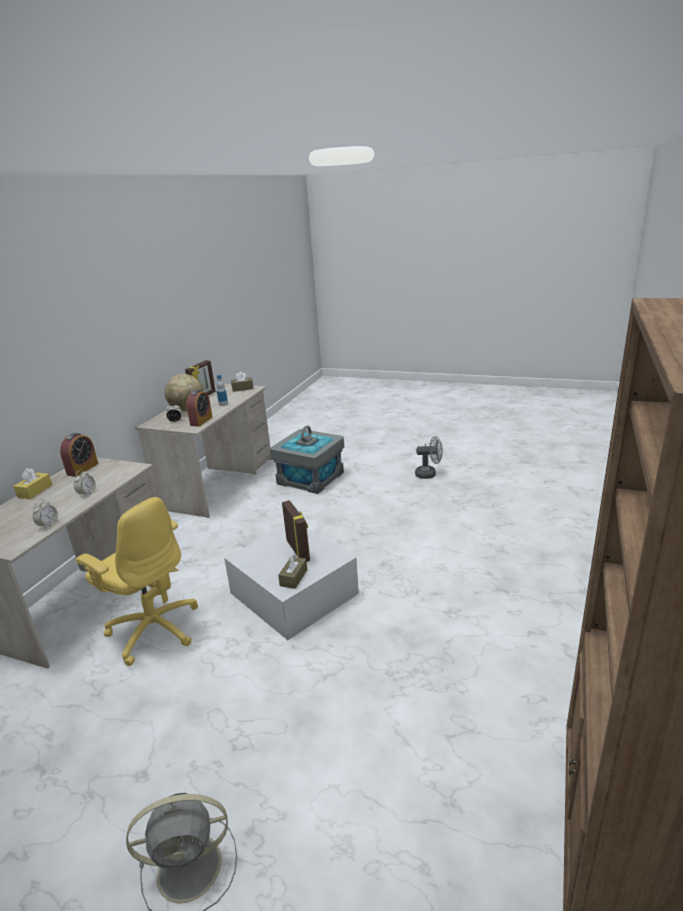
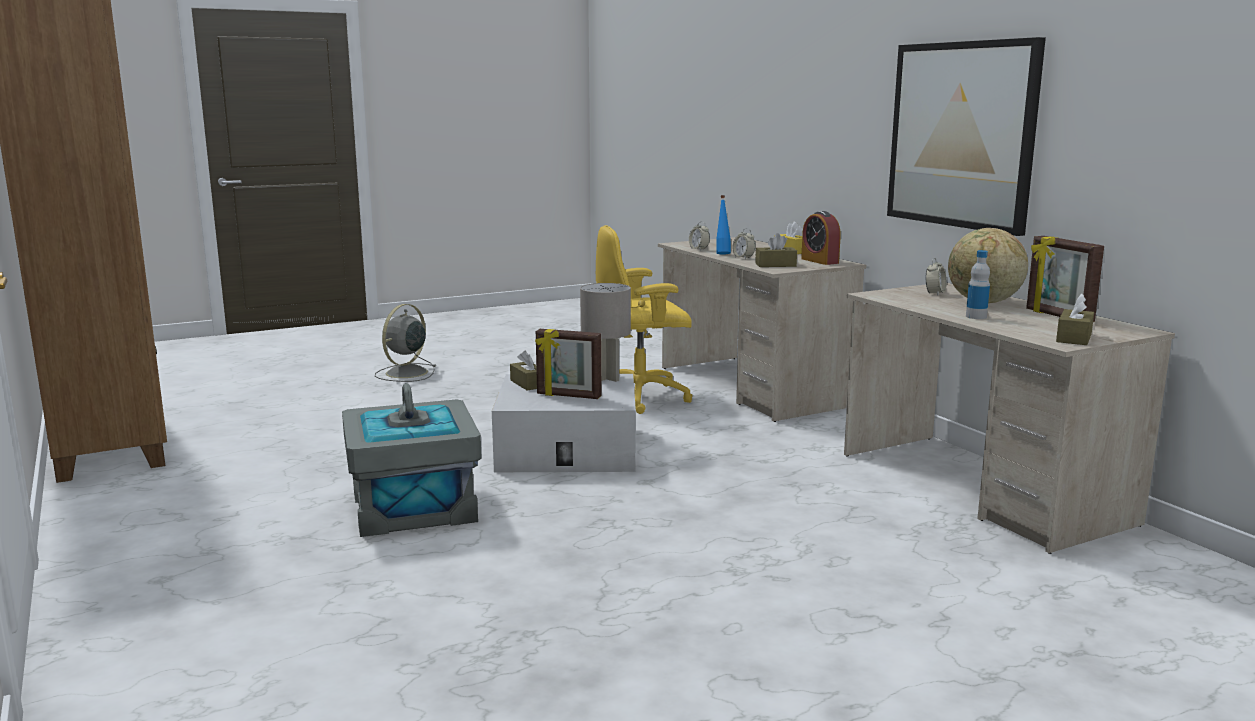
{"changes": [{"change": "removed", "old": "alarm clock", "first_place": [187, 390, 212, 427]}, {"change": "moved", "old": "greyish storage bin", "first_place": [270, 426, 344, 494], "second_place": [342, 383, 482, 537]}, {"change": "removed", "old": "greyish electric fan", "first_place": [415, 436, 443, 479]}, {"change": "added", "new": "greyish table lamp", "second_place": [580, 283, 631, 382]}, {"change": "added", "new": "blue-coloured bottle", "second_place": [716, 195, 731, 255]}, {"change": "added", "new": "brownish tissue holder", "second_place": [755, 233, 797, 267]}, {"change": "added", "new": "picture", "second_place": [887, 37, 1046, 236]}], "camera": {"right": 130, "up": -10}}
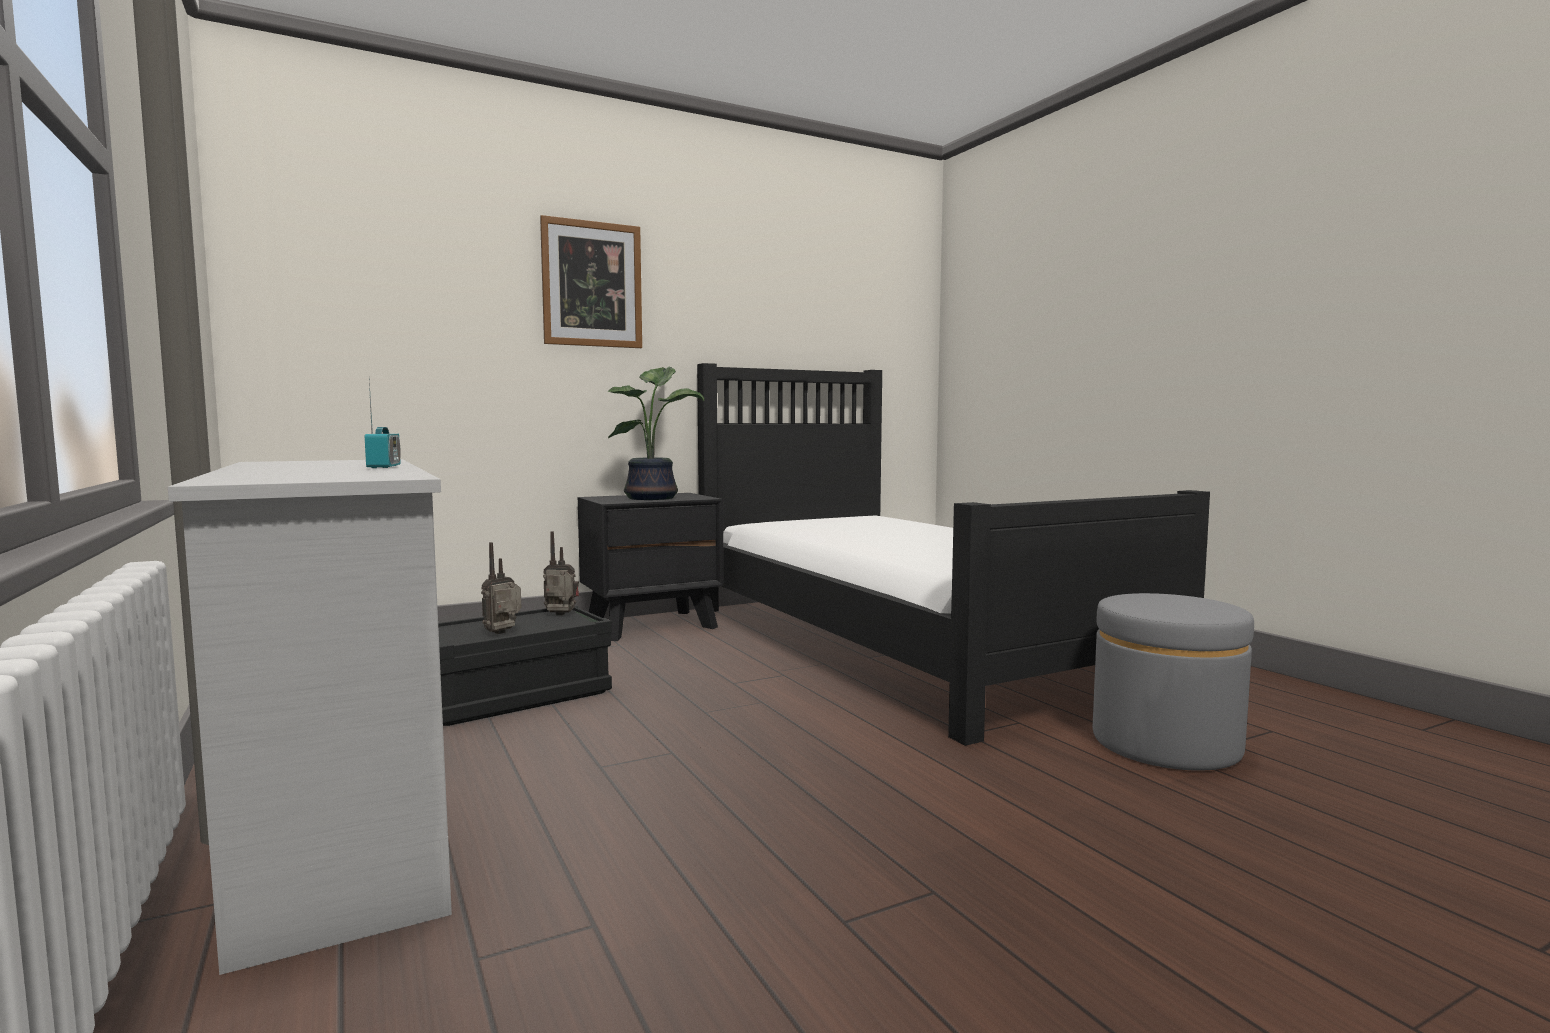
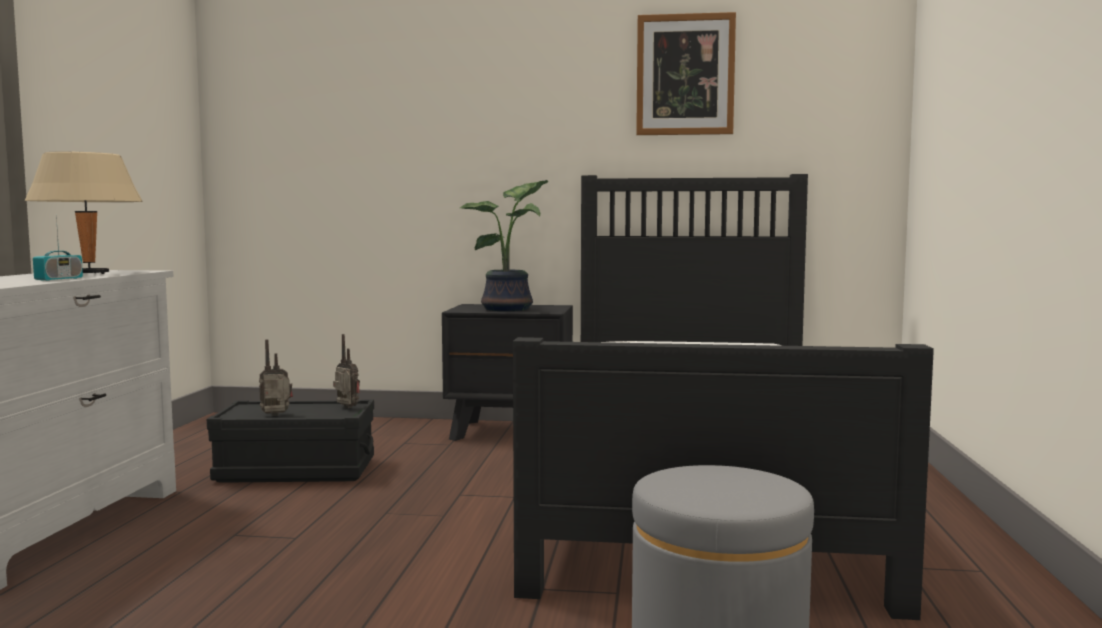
{"changes": [{"change": "moved", "old": "picture", "first_place": [540, 215, 642, 348], "second_place": [636, 12, 736, 135]}, {"change": "added", "new": "sand-coloured table lamp", "second_place": [24, 151, 143, 274]}], "camera": {"right": 35, "up": 0}}
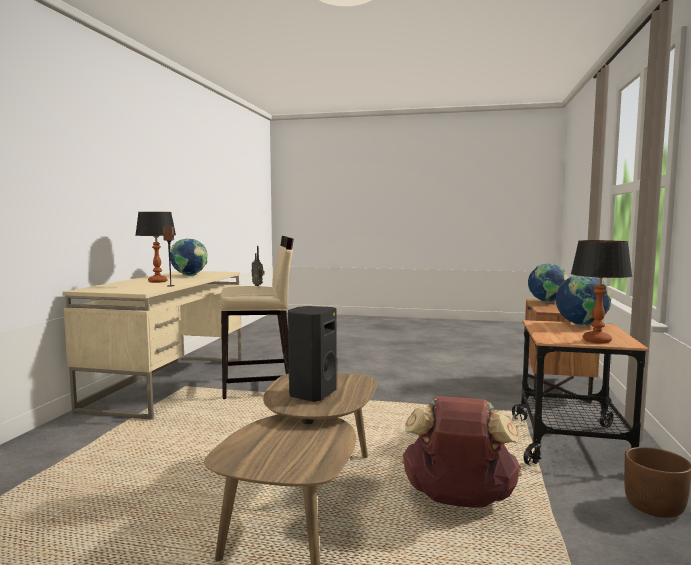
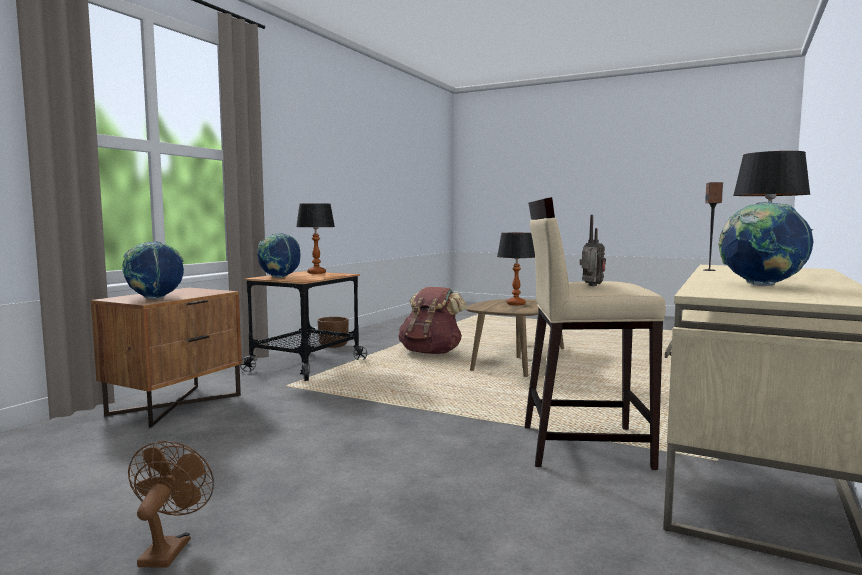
{"changes": [{"change": "replaced", "old": "black-coloured loudspeaker", "new": "table lamp", "first_place": [288, 306, 337, 402], "second_place": [497, 233, 535, 305]}, {"change": "added", "new": "brownish electric fan", "second_place": [128, 441, 214, 568]}], "camera": {"right": -165, "up": 0}}
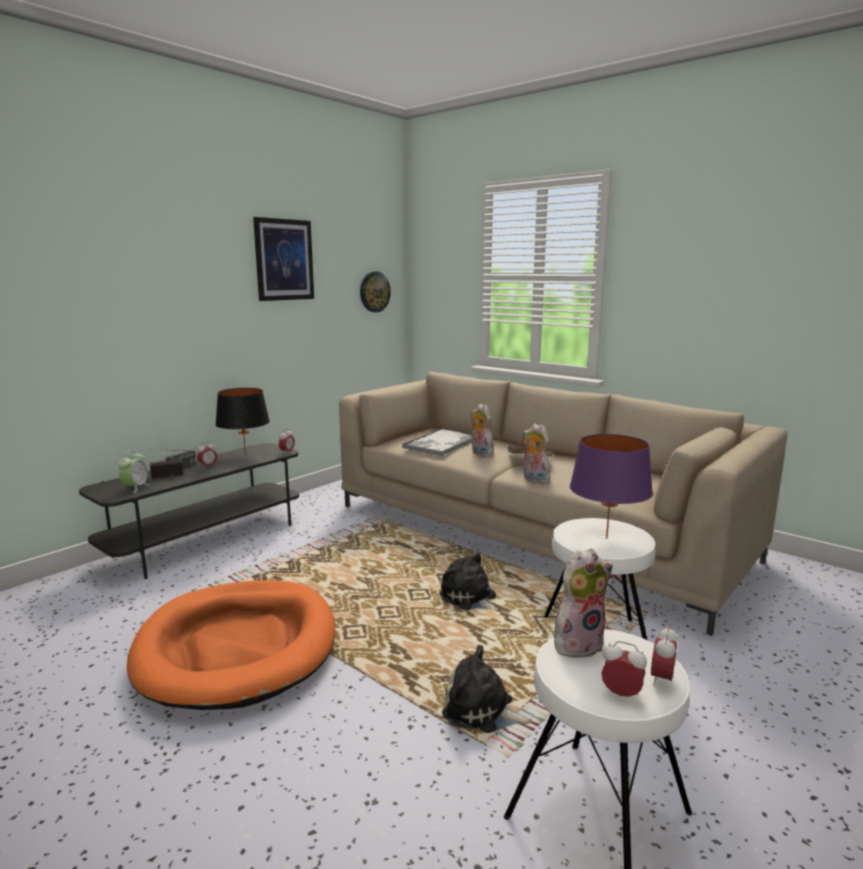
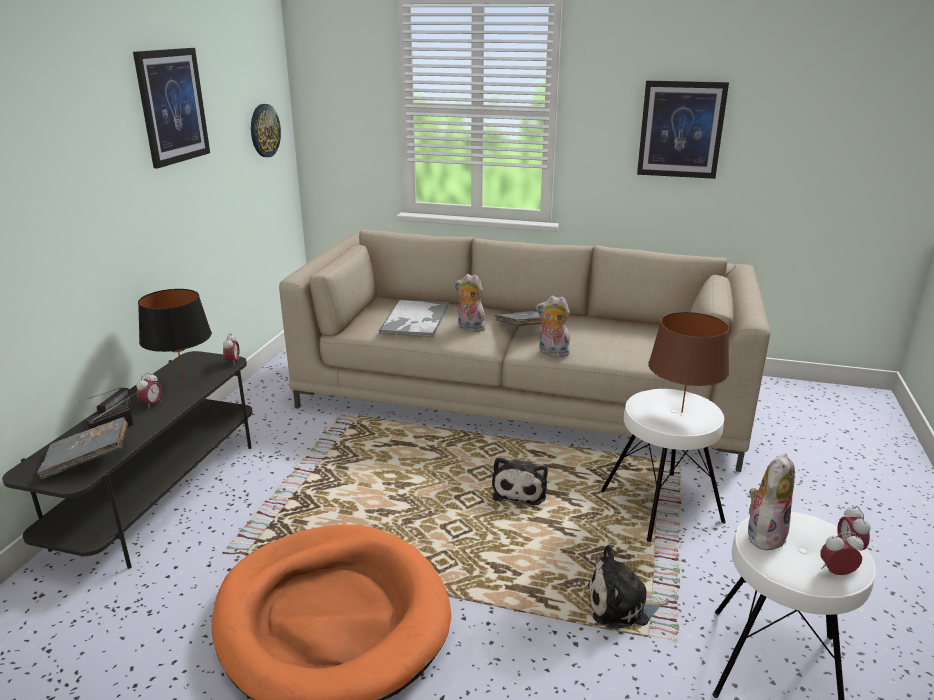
{"changes": [{"change": "replaced", "old": "alarm clock", "new": "greyish book", "first_place": [118, 451, 150, 493], "second_place": [37, 417, 128, 479]}, {"change": "turned", "old": "cuddly toy", "first_place": [439, 552, 498, 611], "second_place": [492, 457, 548, 506], "degrees": -105}, {"change": "recoloured", "old": "purple-coloured table lamp", "new": "brownish table lamp", "first_place": [570, 434, 653, 539], "second_place": [648, 312, 729, 413]}, {"change": "added", "new": "picture", "second_place": [637, 80, 729, 179]}], "camera": {"right": -25, "up": 10}}
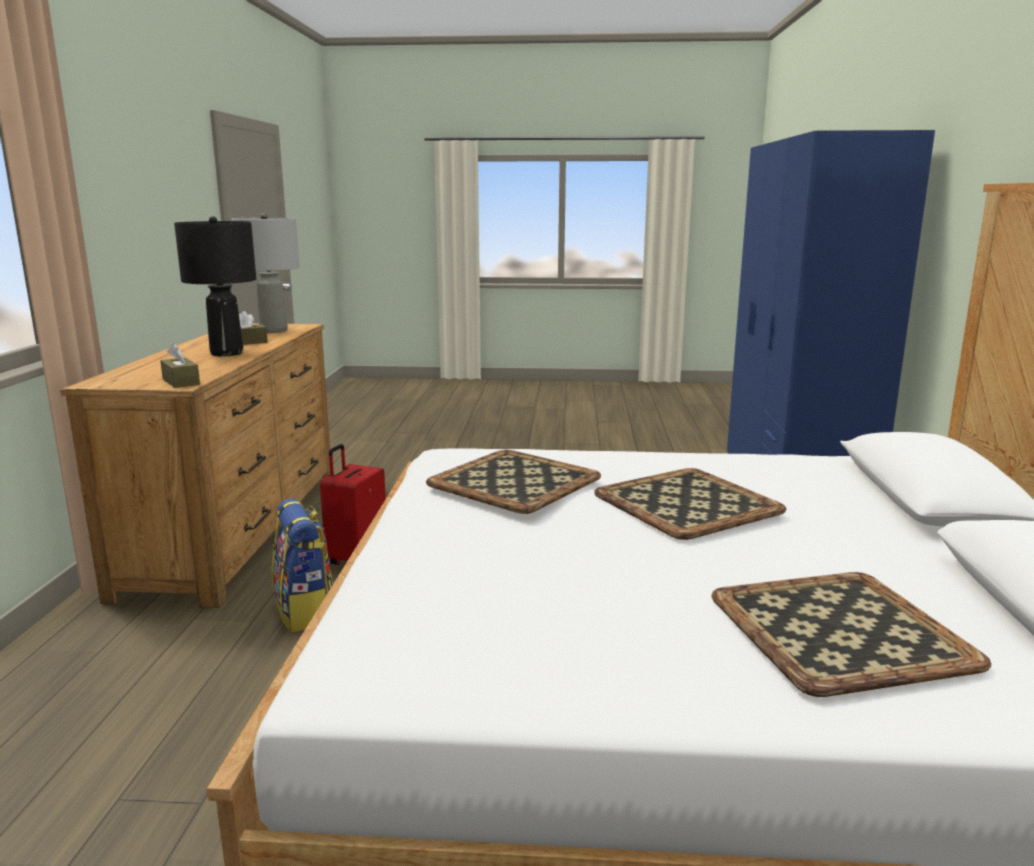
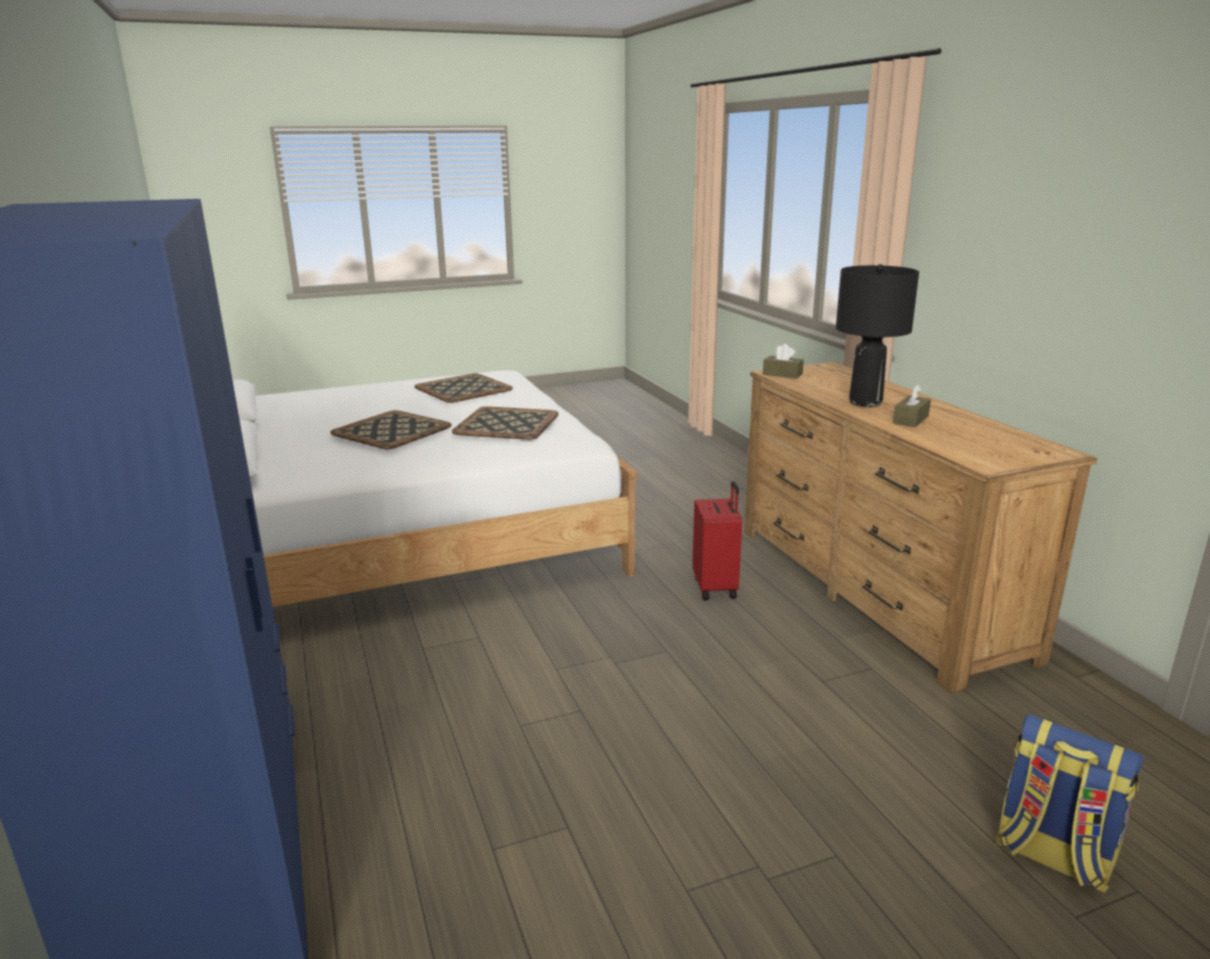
{"changes": [{"change": "removed", "old": "greyish table lamp", "first_place": [232, 213, 300, 333]}, {"change": "moved", "old": "knapsack", "first_place": [271, 498, 333, 632], "second_place": [995, 714, 1145, 893]}, {"change": "moved", "old": "carrying tray", "first_place": [711, 572, 991, 697], "second_place": [415, 373, 513, 403]}], "camera": {"right": 155, "up": 5}}
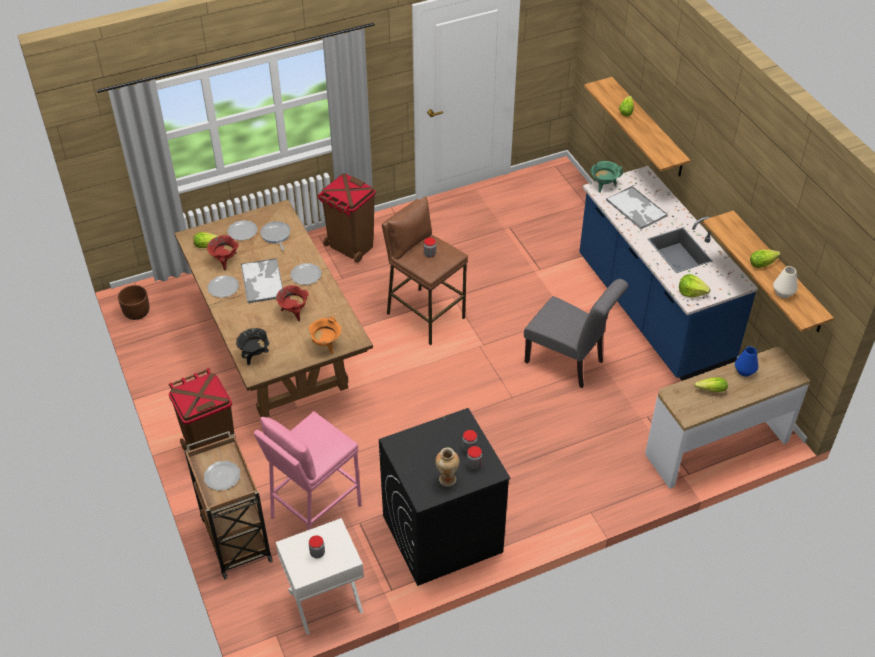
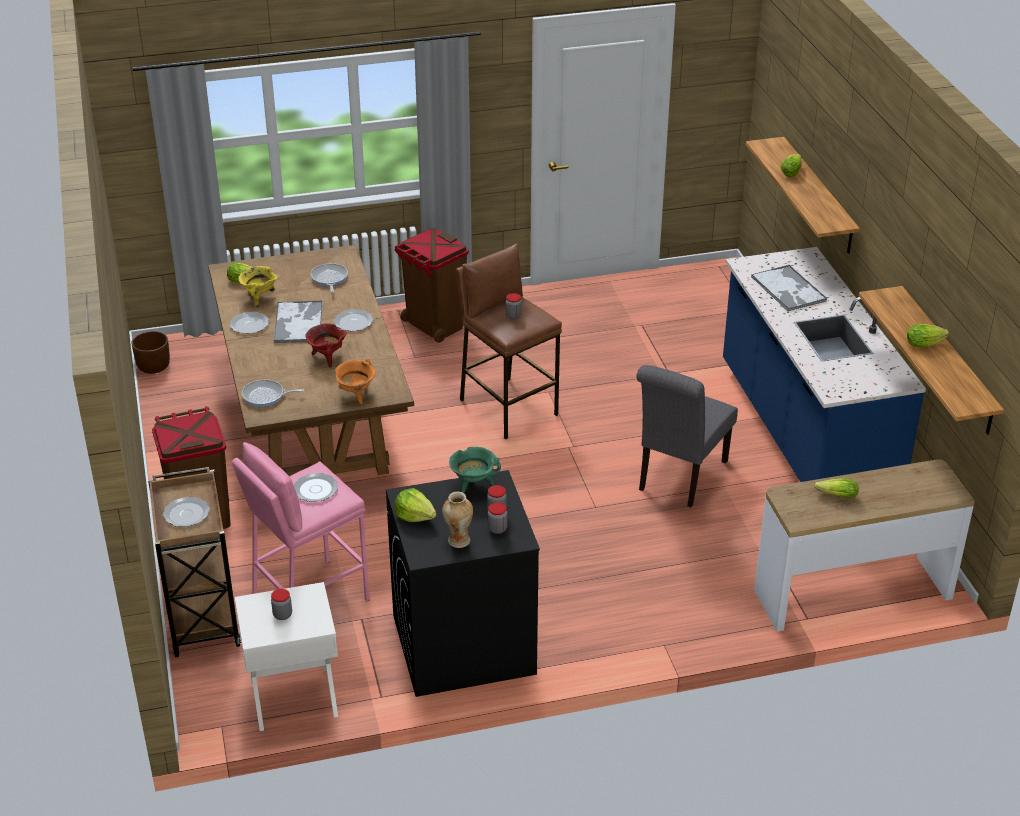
{"changes": [{"change": "recoloured", "old": "red-coloured cooking pot", "new": "yellow-coloured cooking pot", "first_place": [207, 235, 239, 270], "second_place": [238, 266, 278, 308]}, {"change": "moved", "old": "dinner plate", "first_place": [227, 220, 258, 241], "second_place": [294, 473, 338, 502]}, {"change": "replaced", "old": "black-coloured cooking pot", "new": "frying pan", "first_place": [236, 328, 269, 366], "second_place": [242, 379, 305, 407]}, {"change": "turned", "old": "greyish plain chair", "first_place": [524, 279, 628, 388], "second_place": [636, 365, 738, 507], "degrees": 75}, {"change": "moved", "old": "greenish cooking pot", "first_place": [590, 161, 623, 193], "second_place": [449, 447, 501, 493]}, {"change": "moved", "old": "lettuce head", "first_place": [679, 274, 710, 297], "second_place": [395, 488, 437, 522]}, {"change": "removed", "old": "blue-coloured flower vase", "first_place": [735, 346, 758, 377]}, {"change": "removed", "old": "white-coloured flower vase", "first_place": [773, 266, 798, 298]}], "camera": {"right": 10, "up": -10}}
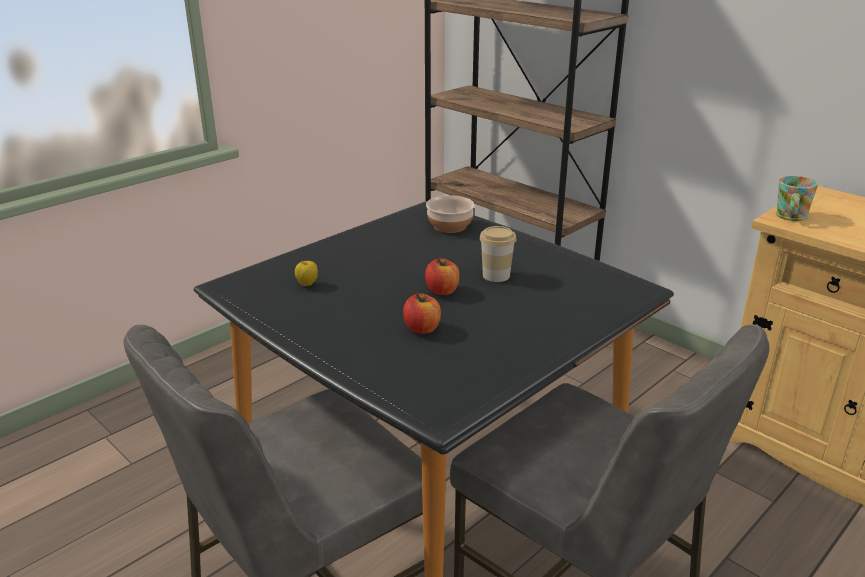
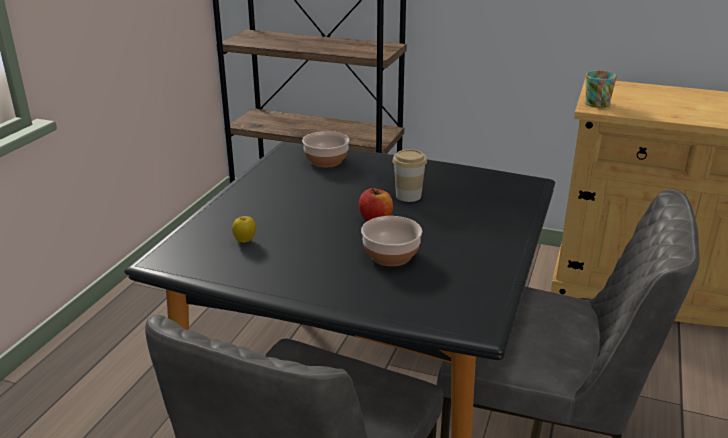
{"changes": [{"change": "replaced", "old": "whole apple", "new": "deep dish", "first_place": [403, 293, 441, 334], "second_place": [361, 216, 422, 266]}], "camera": {"right": -25, "up": 0}}
